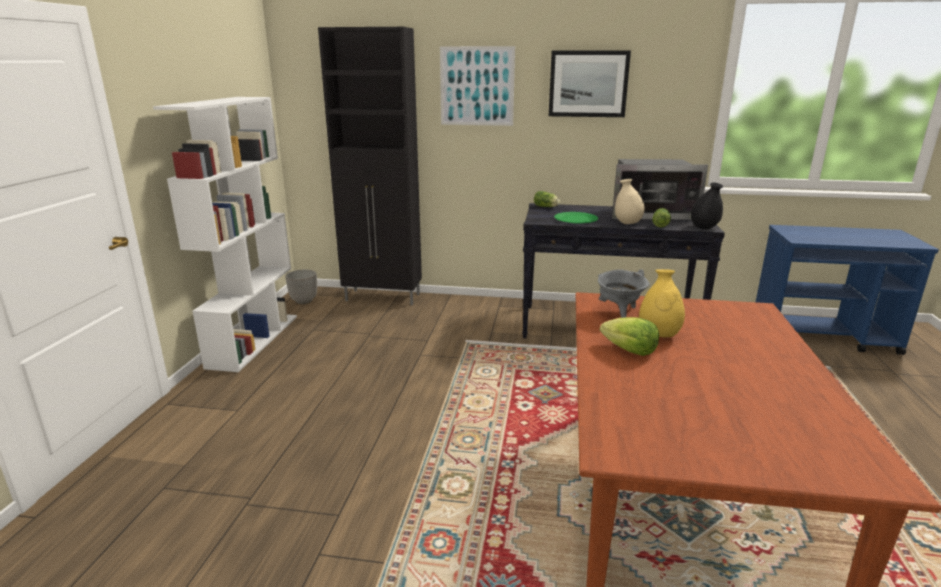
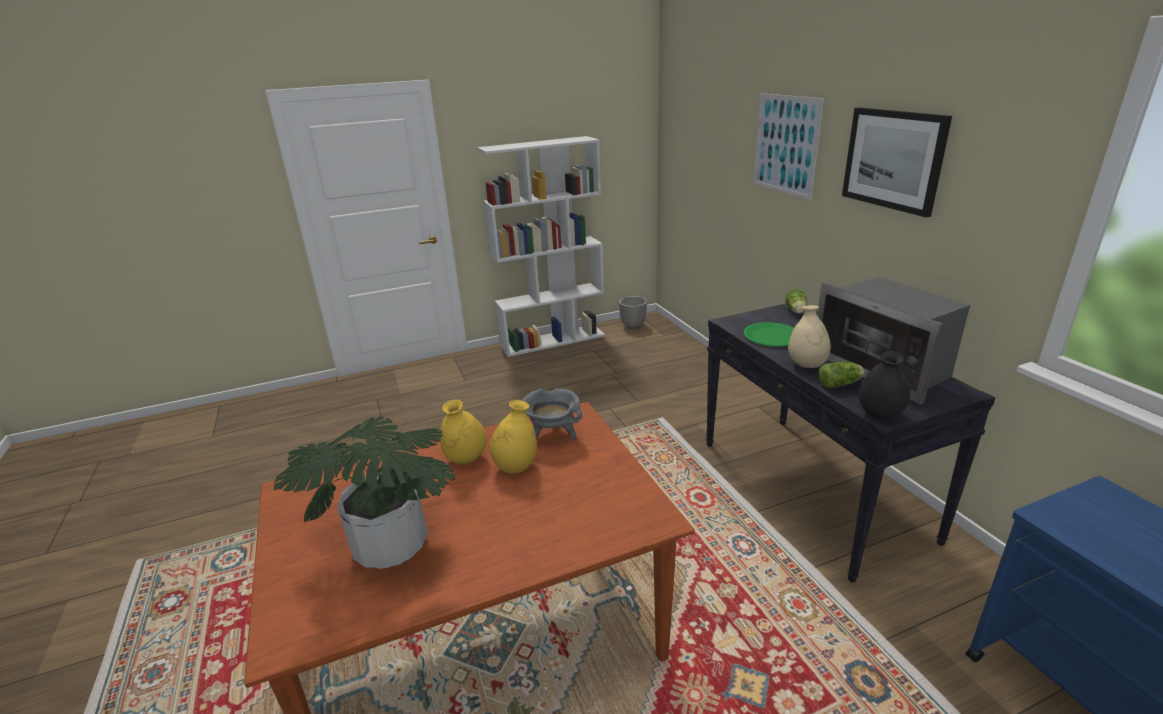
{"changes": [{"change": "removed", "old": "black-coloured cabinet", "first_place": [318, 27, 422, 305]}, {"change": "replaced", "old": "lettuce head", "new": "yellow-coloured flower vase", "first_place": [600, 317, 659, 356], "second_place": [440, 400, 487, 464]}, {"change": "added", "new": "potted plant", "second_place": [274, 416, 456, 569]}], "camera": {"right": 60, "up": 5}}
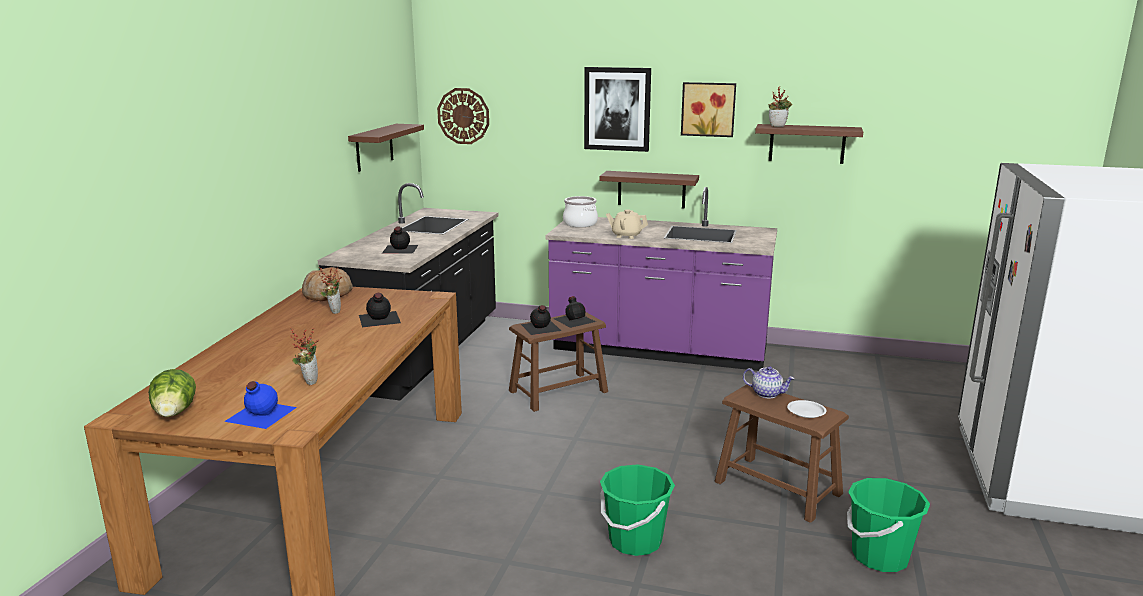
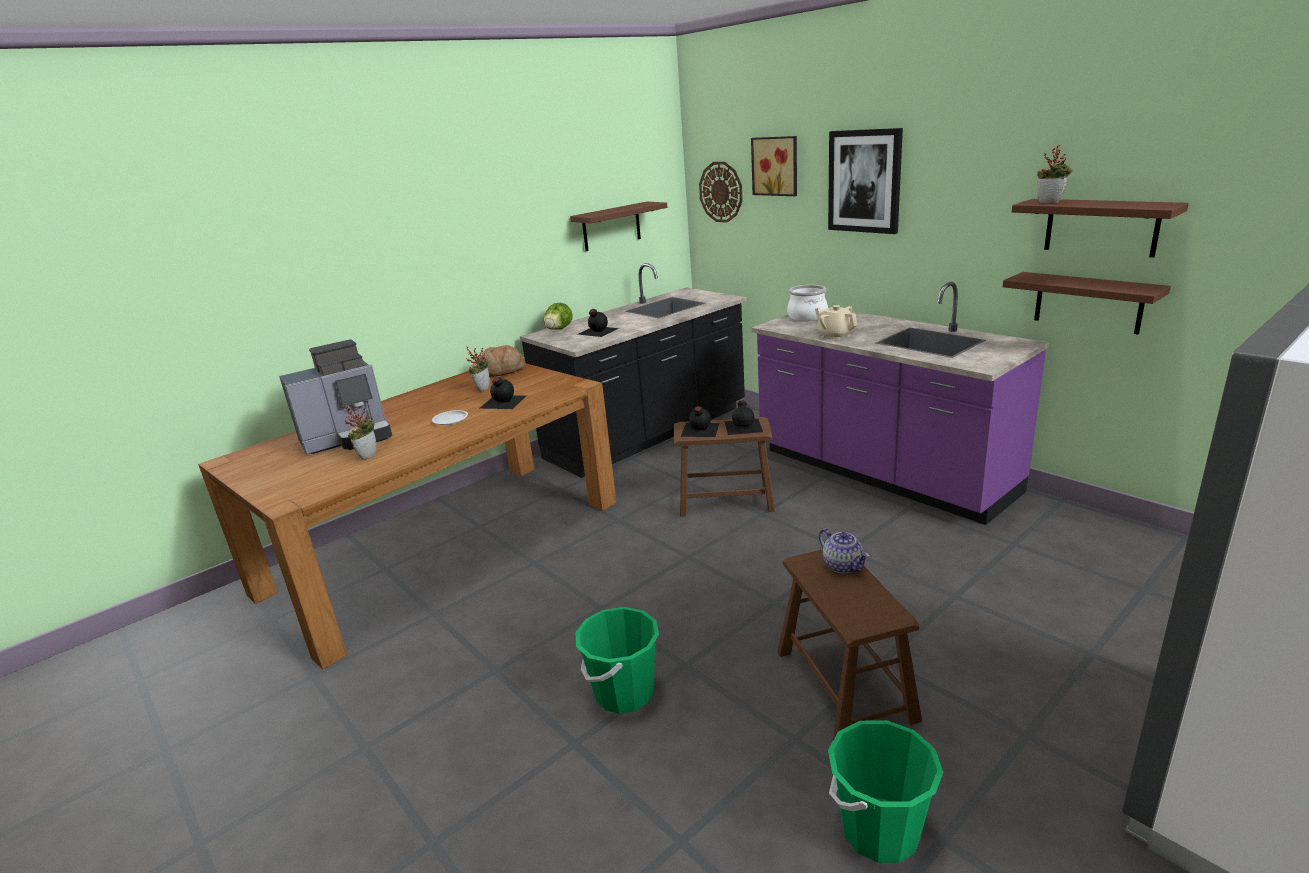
{"changes": [{"change": "moved", "old": "lettuce head", "first_place": [148, 369, 196, 417], "second_place": [544, 302, 573, 330]}, {"change": "removed", "old": "blue-coloured bottle", "first_place": [224, 381, 297, 429]}, {"change": "moved", "old": "brownish wall shelf", "first_place": [599, 171, 699, 209], "second_place": [1003, 272, 1171, 335]}, {"change": "moved", "old": "picture", "first_place": [681, 82, 736, 137], "second_place": [751, 136, 797, 196]}, {"change": "moved", "old": "white-coloured dinner plate", "first_place": [787, 400, 826, 418], "second_place": [432, 410, 468, 425]}, {"change": "added", "new": "coffee maker", "second_place": [279, 339, 392, 454]}], "camera": {"right": 35, "up": 5}}
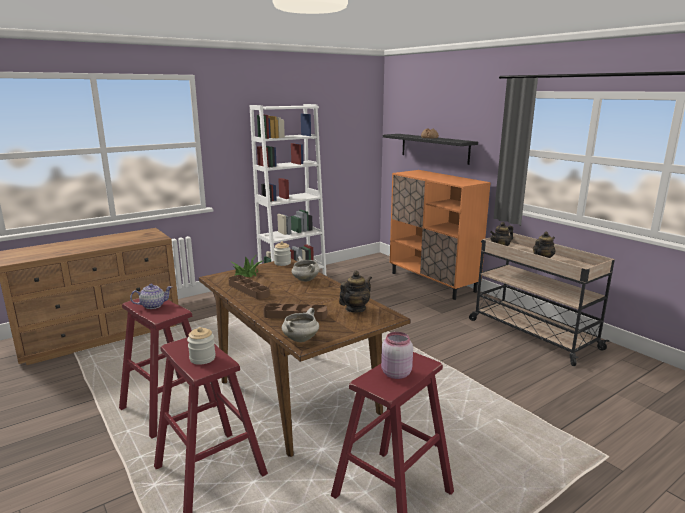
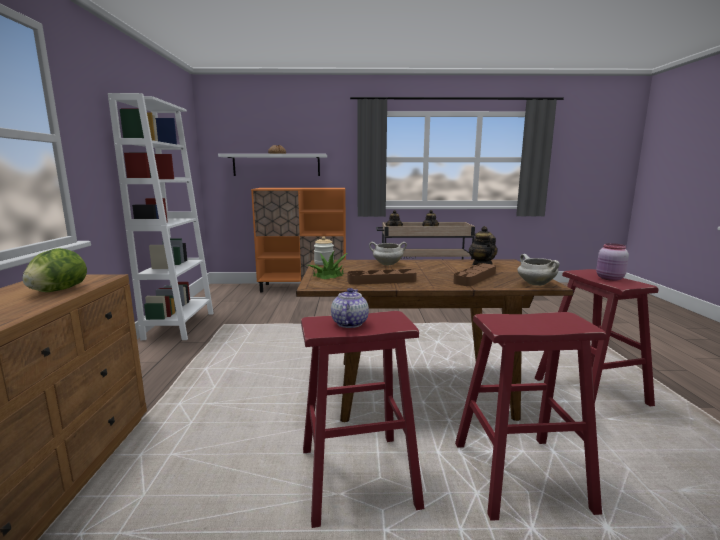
{"changes": [{"change": "removed", "old": "jar", "first_place": [187, 327, 216, 365]}, {"change": "recoloured", "old": "black-coloured wall shelf", "new": "white-coloured wall shelf", "first_place": [383, 134, 478, 165], "second_place": [218, 154, 327, 176]}, {"change": "added", "new": "lettuce head", "second_place": [22, 248, 87, 292]}], "camera": {"right": -55, "up": -5}}
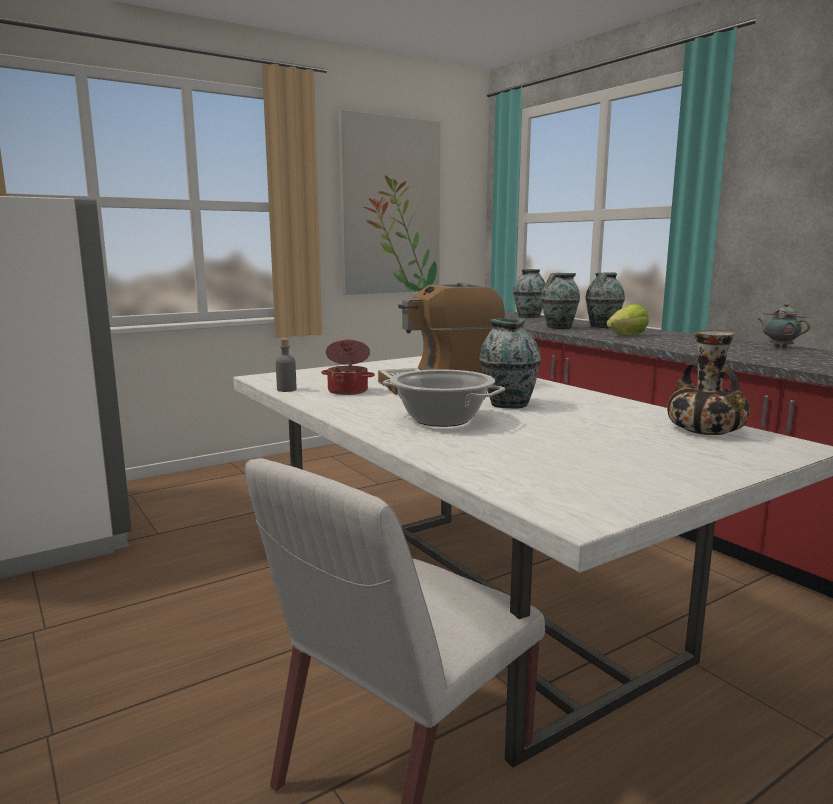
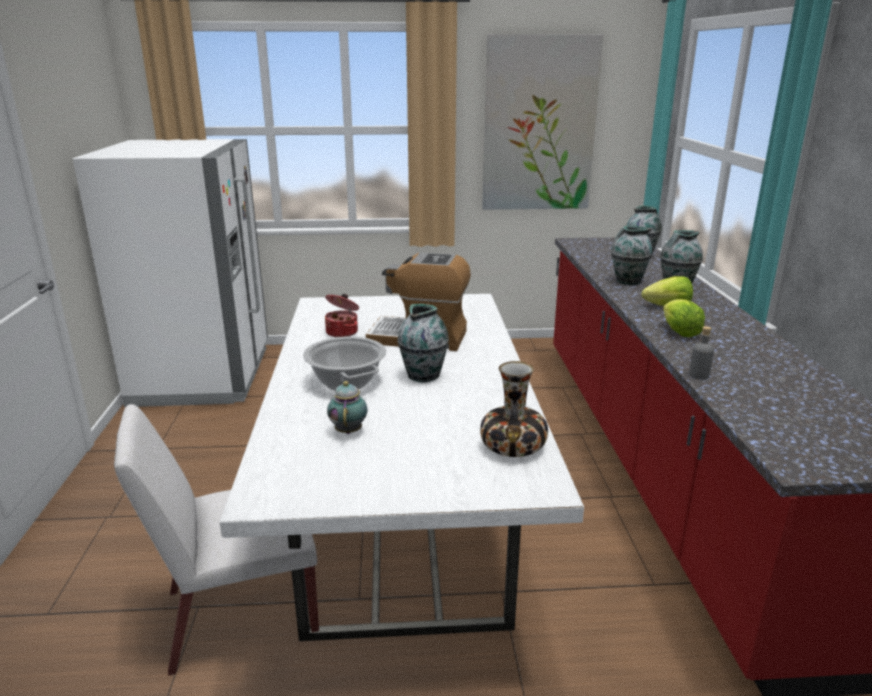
{"changes": [{"change": "moved", "old": "greyish bottle", "first_place": [276, 339, 296, 392], "second_place": [689, 326, 714, 380]}, {"change": "moved", "old": "teapot", "first_place": [758, 303, 810, 349], "second_place": [327, 381, 368, 434]}, {"change": "added", "new": "lettuce head", "second_place": [663, 299, 705, 337]}], "camera": {"right": 30, "up": 10}}
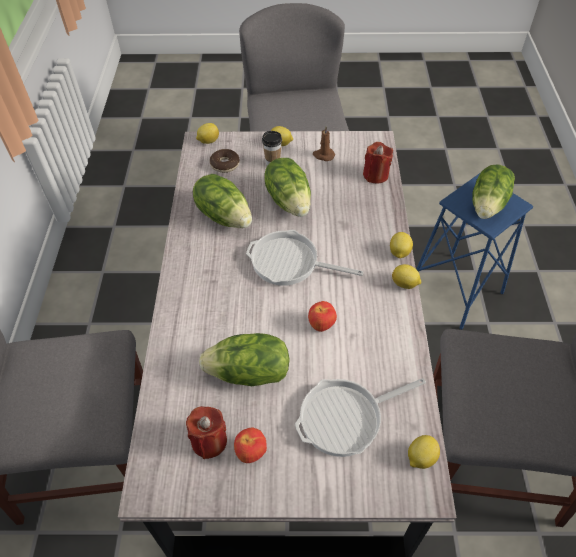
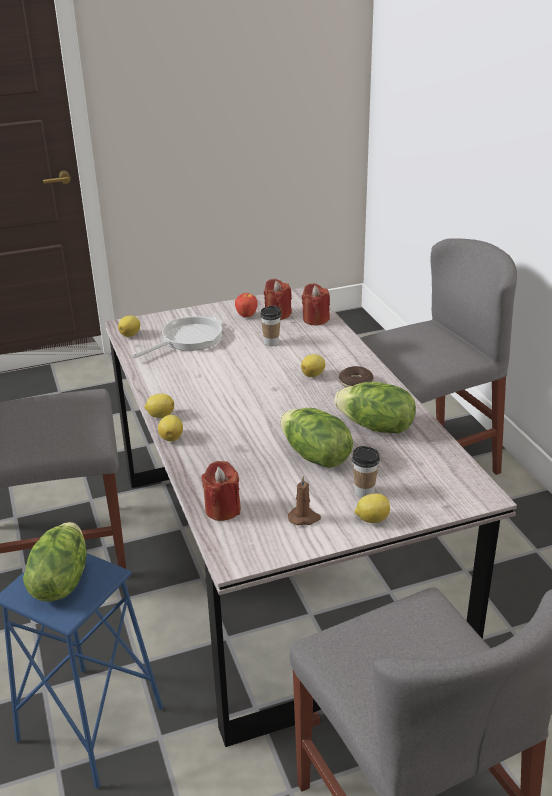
{"changes": [{"change": "moved", "old": "lemon", "first_place": [196, 123, 219, 144], "second_place": [301, 354, 325, 377]}, {"change": "replaced", "old": "lettuce head", "new": "small cup", "first_place": [199, 333, 290, 386], "second_place": [260, 306, 281, 346]}, {"change": "moved", "old": "ring doughnut", "first_place": [210, 149, 240, 173], "second_place": [339, 366, 373, 387]}, {"change": "removed", "old": "frying pan", "first_place": [246, 230, 364, 286]}, {"change": "removed", "old": "whole apple", "first_place": [308, 301, 337, 332]}, {"change": "added", "new": "red-coloured wax candle", "second_place": [302, 283, 330, 325]}], "camera": {"right": 160, "up": -20}}
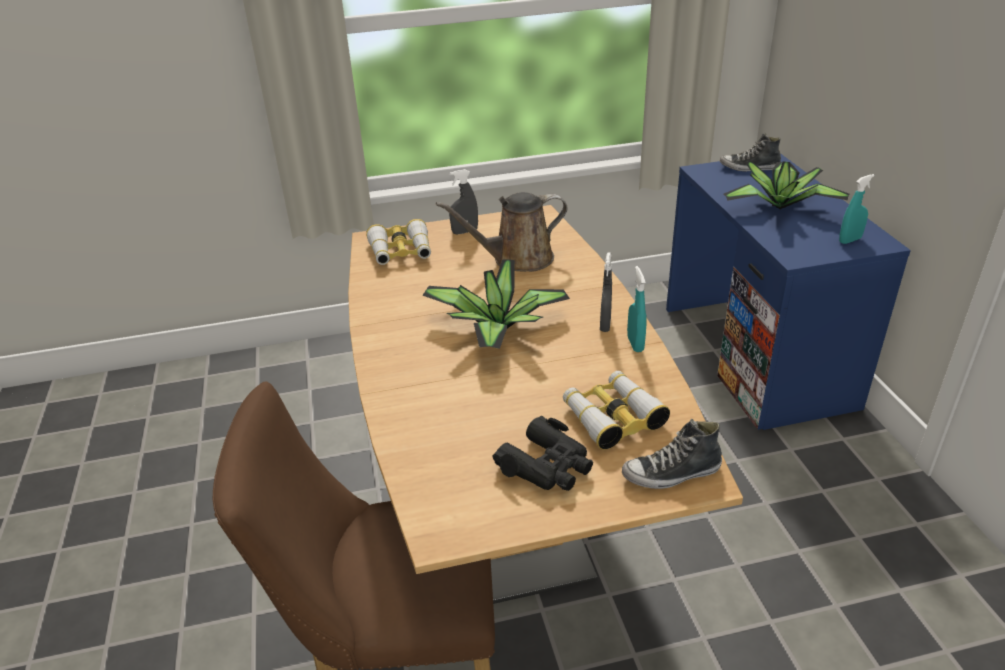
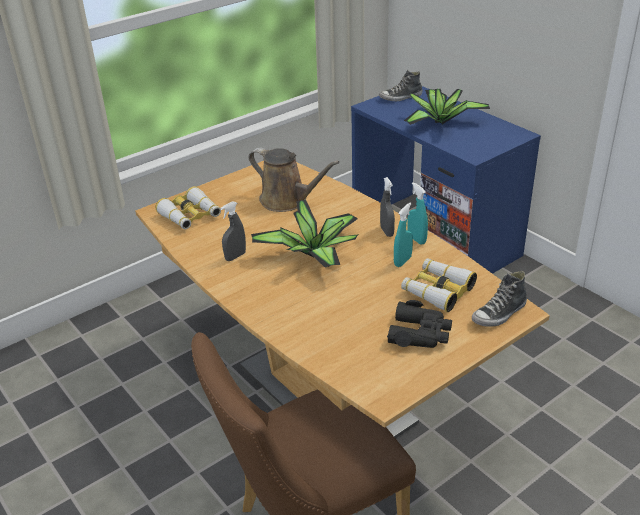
{"changes": [{"change": "turned", "old": "brownish watering pot", "first_place": [436, 192, 567, 272], "second_place": [249, 148, 340, 212], "degrees": -105}, {"change": "moved", "old": "greyish hand sprayer", "first_place": [449, 169, 478, 234], "second_place": [221, 201, 246, 261]}, {"change": "moved", "old": "blue-green hand sprayer", "first_place": [839, 174, 875, 244], "second_place": [394, 203, 413, 267]}], "camera": {"right": -25, "up": 0}}
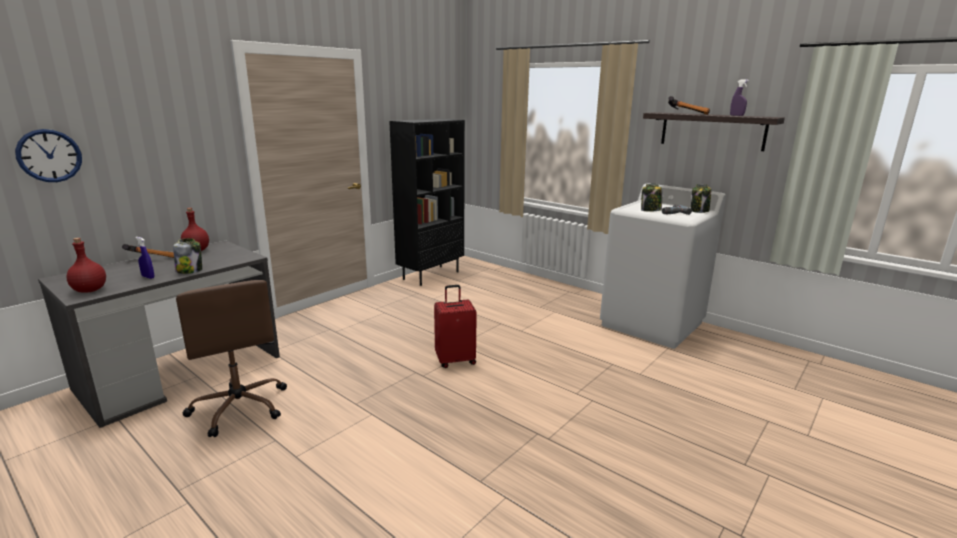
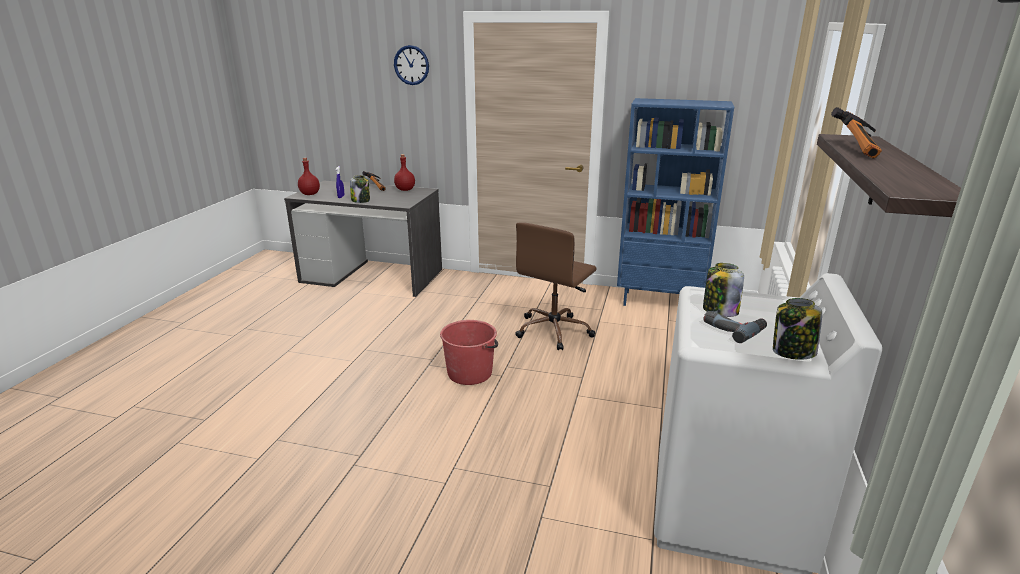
{"changes": [{"change": "moved", "old": "wall clock", "first_place": [15, 129, 82, 182], "second_place": [394, 45, 429, 85]}, {"change": "moved", "old": "brownish computer chair", "first_place": [176, 280, 287, 437], "second_place": [515, 223, 597, 350]}, {"change": "recoloured", "old": "black-coloured shelving unit", "new": "blue-coloured shelving unit", "first_place": [389, 118, 465, 286], "second_place": [617, 98, 734, 306]}, {"change": "replaced", "old": "red-coloured travel case", "new": "red-coloured pail", "first_place": [434, 285, 477, 368], "second_place": [440, 320, 498, 385]}, {"change": "removed", "old": "purple-coloured hand sprayer", "first_place": [730, 79, 749, 116]}], "camera": {"right": 65, "up": 5}}
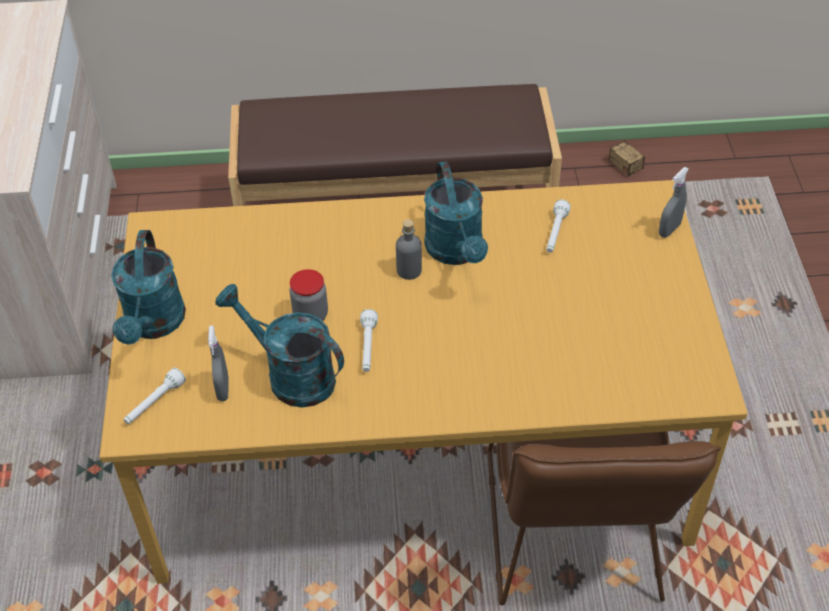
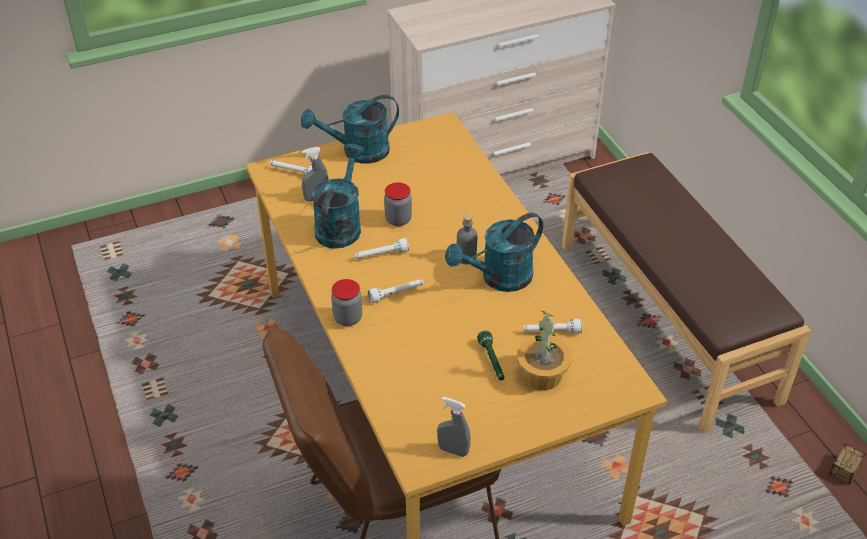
{"changes": [{"change": "moved", "old": "greyish hand sprayer", "first_place": [659, 167, 689, 238], "second_place": [437, 397, 471, 457]}, {"change": "added", "new": "jar", "second_place": [331, 279, 362, 326]}, {"change": "added", "new": "white-coloured hand torch", "second_place": [368, 279, 424, 303]}, {"change": "added", "new": "greenish hand torch", "second_place": [477, 330, 504, 380]}, {"change": "added", "new": "potted plant", "second_place": [517, 311, 572, 390]}], "camera": {"right": 70, "up": -5}}
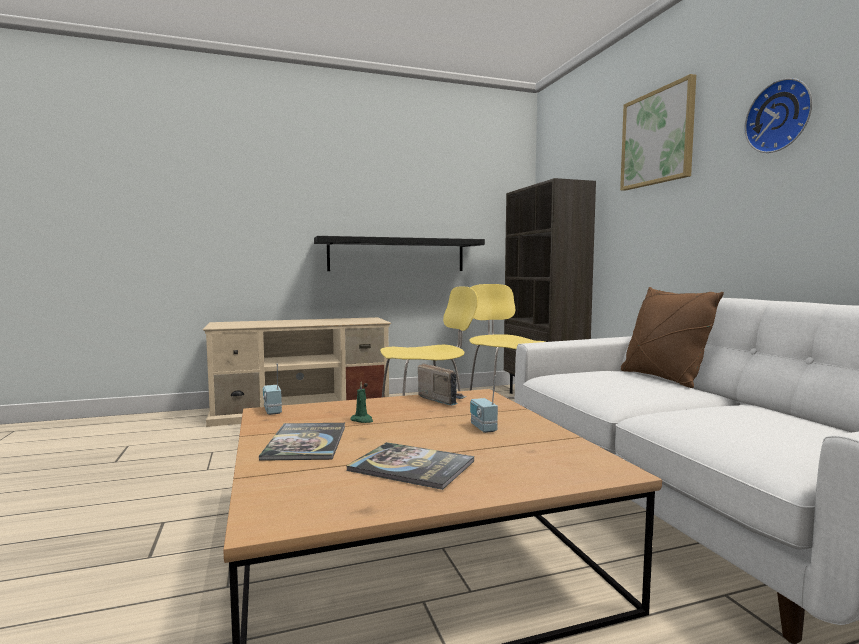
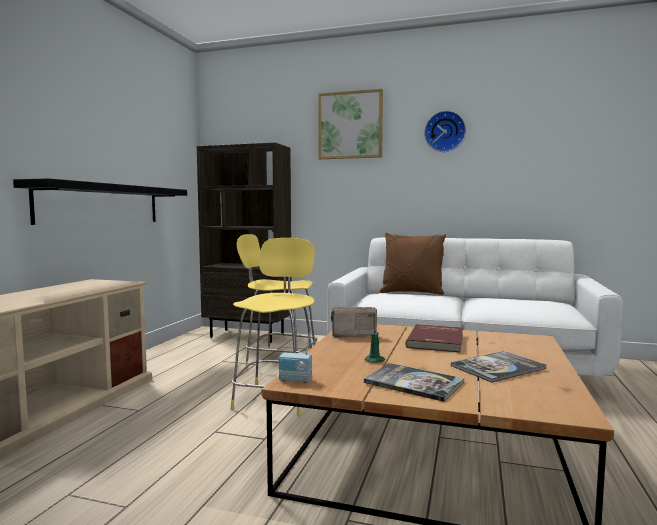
{"changes": [{"change": "replaced", "old": "radio", "new": "red-coloured book", "first_place": [470, 376, 498, 433], "second_place": [405, 324, 463, 352]}], "camera": {"right": -55, "up": 0}}
